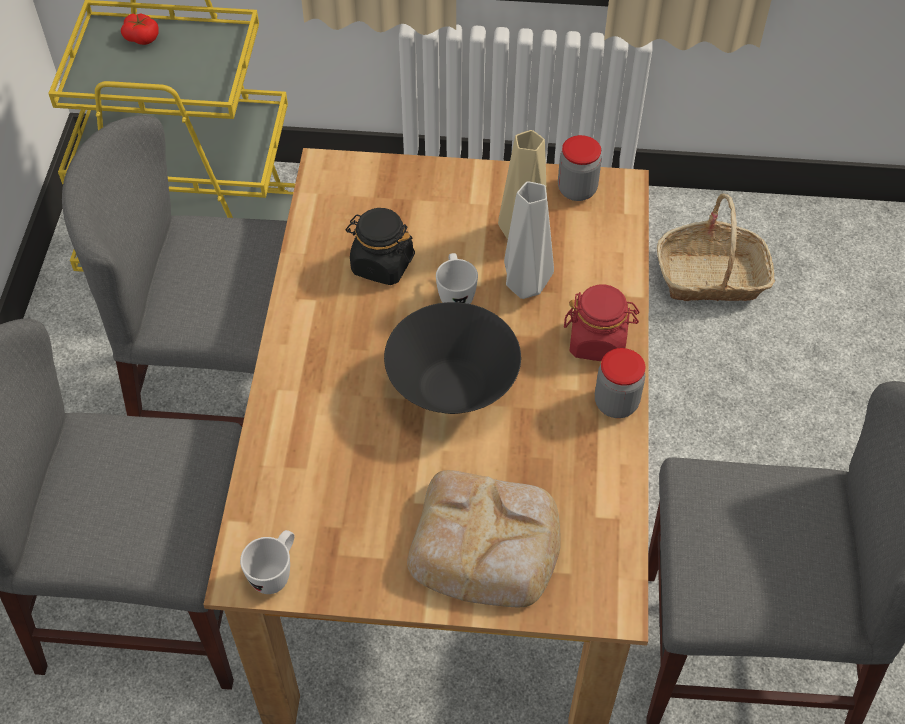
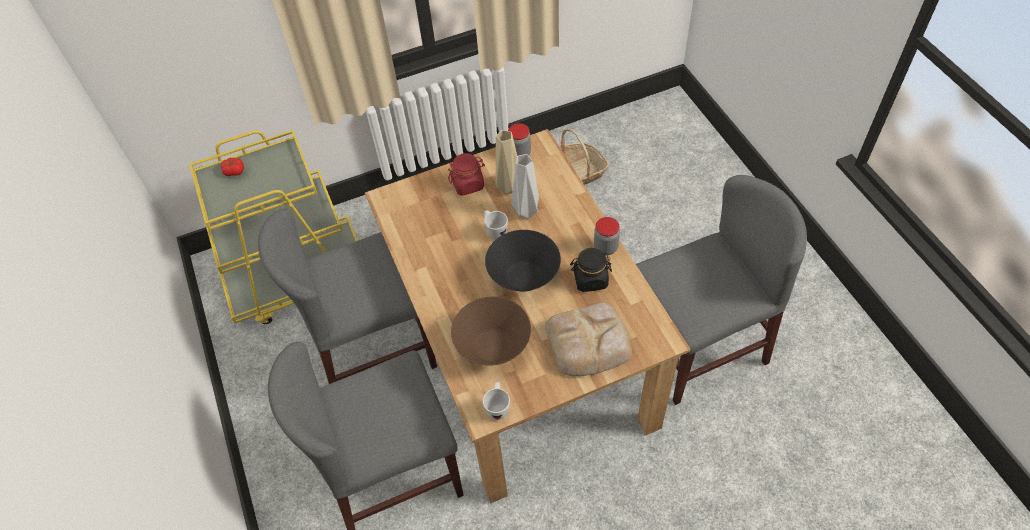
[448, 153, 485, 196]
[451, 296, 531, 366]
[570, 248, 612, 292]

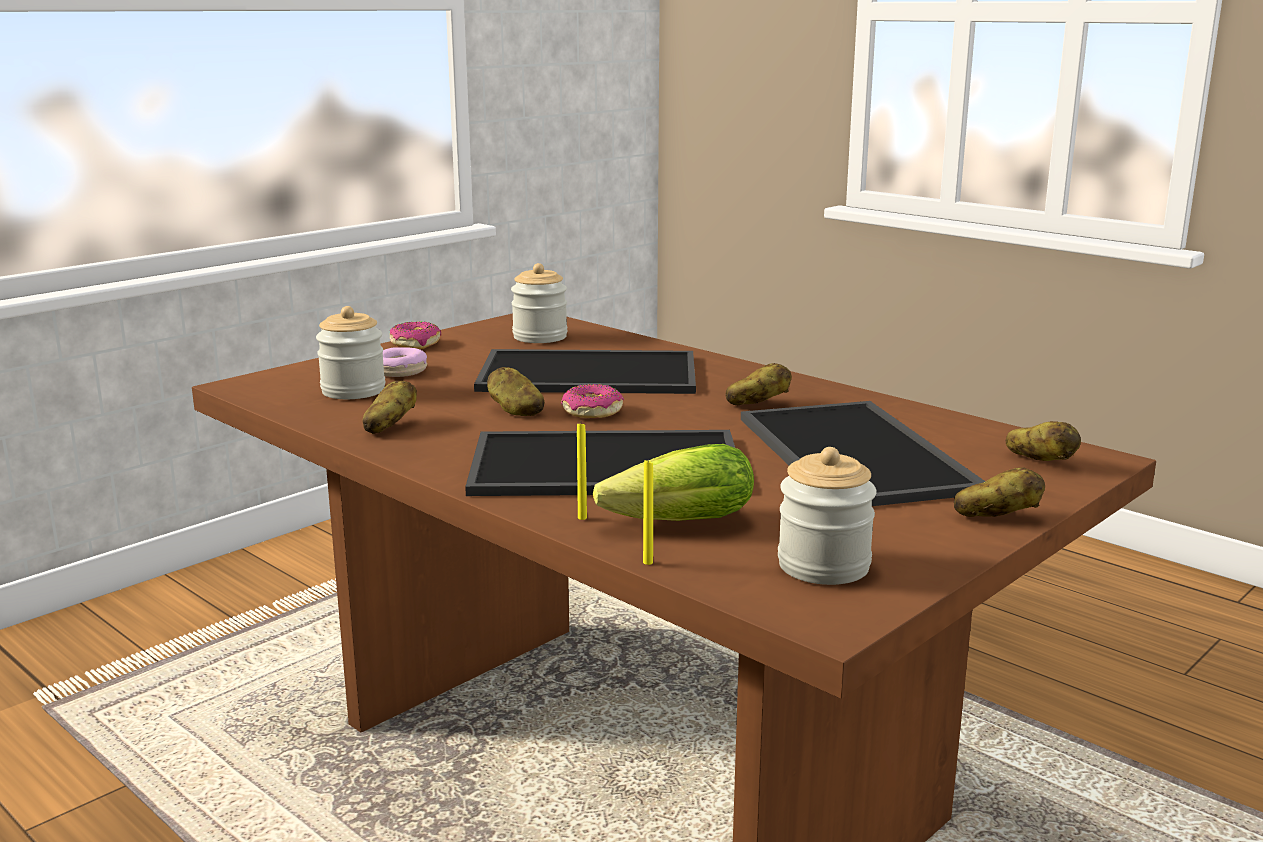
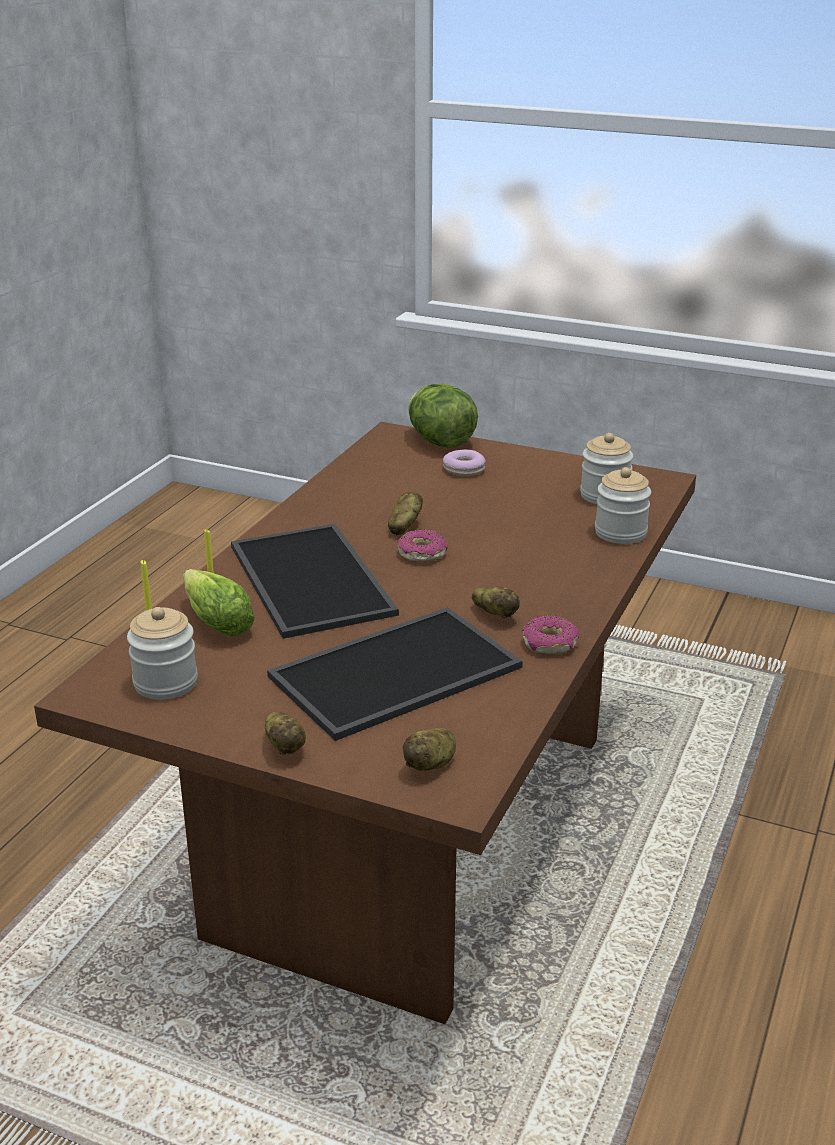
[408, 384, 478, 448]
[522, 615, 579, 654]
[595, 467, 651, 544]
[363, 381, 417, 434] (first image)
[474, 349, 696, 394] (first image)

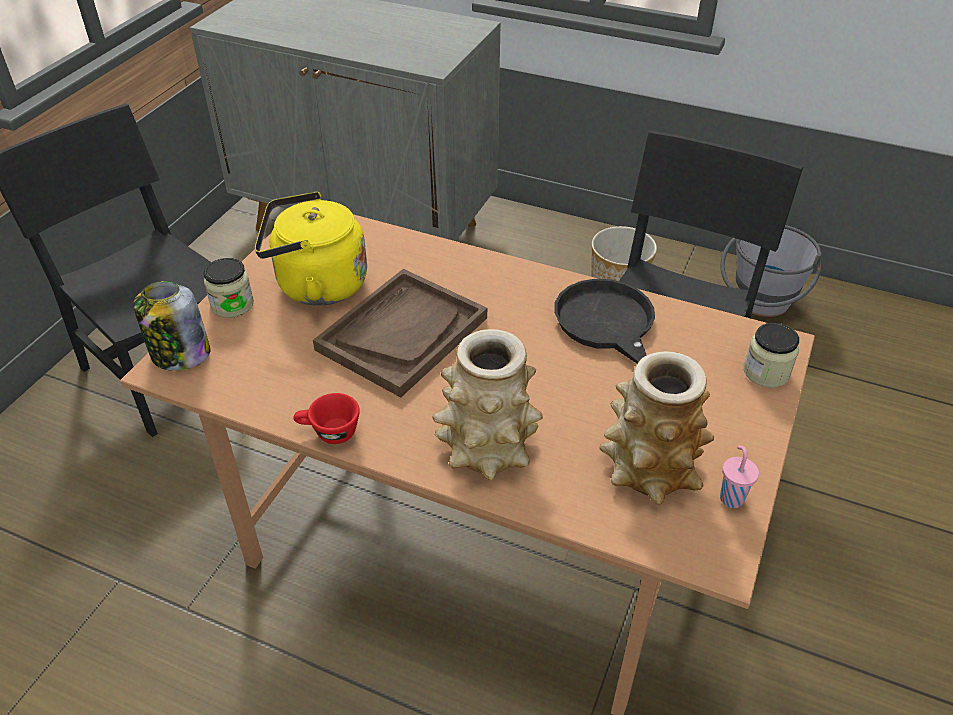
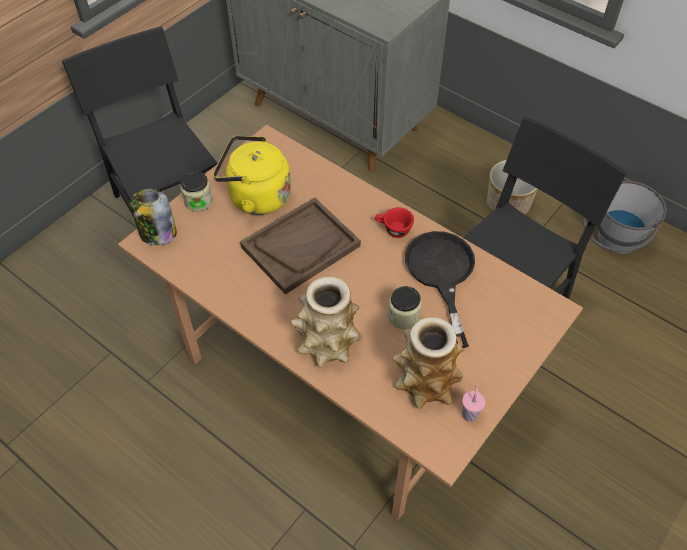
[375, 207, 414, 238]
[388, 286, 421, 330]

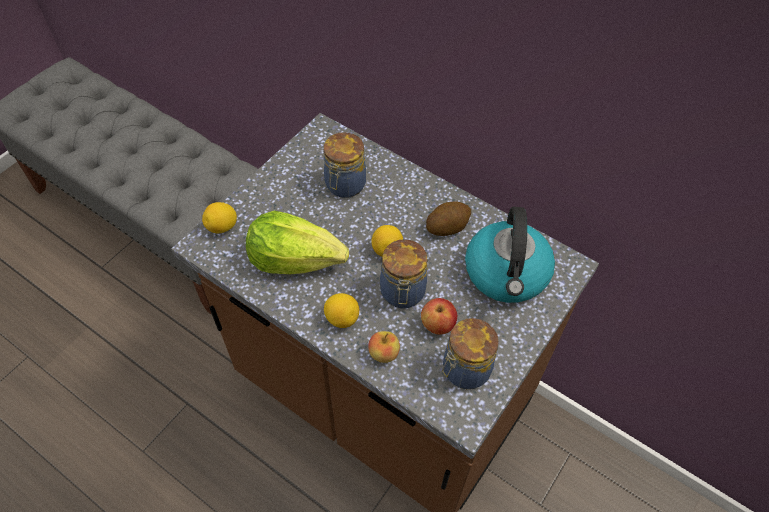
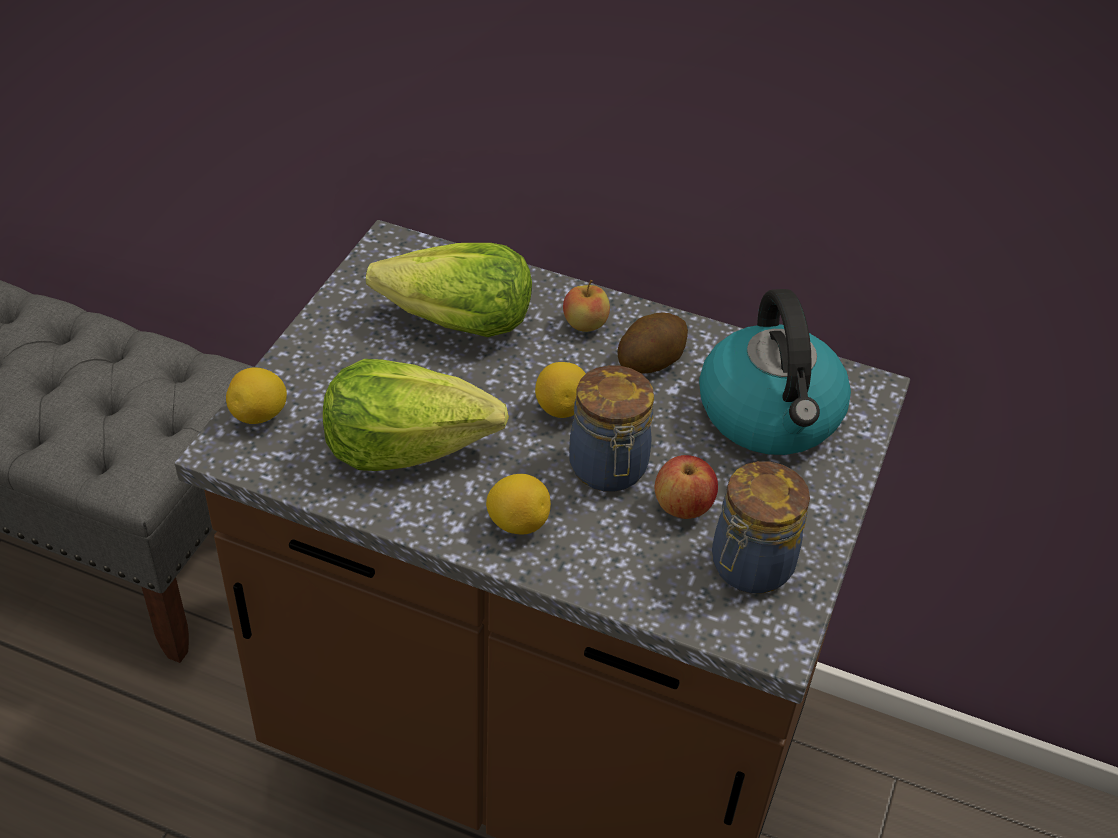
[366, 243, 532, 337]
[563, 279, 610, 332]

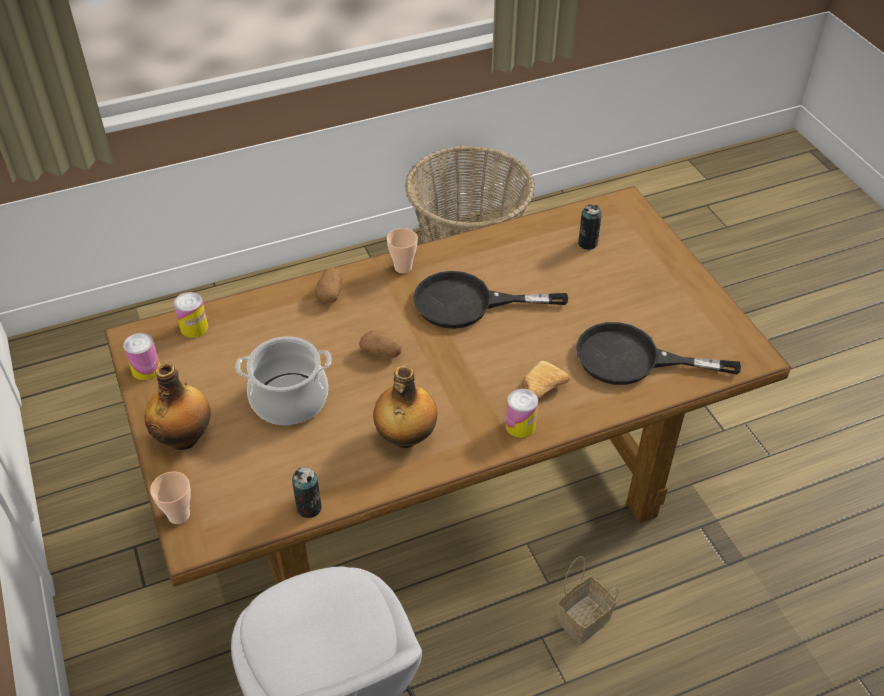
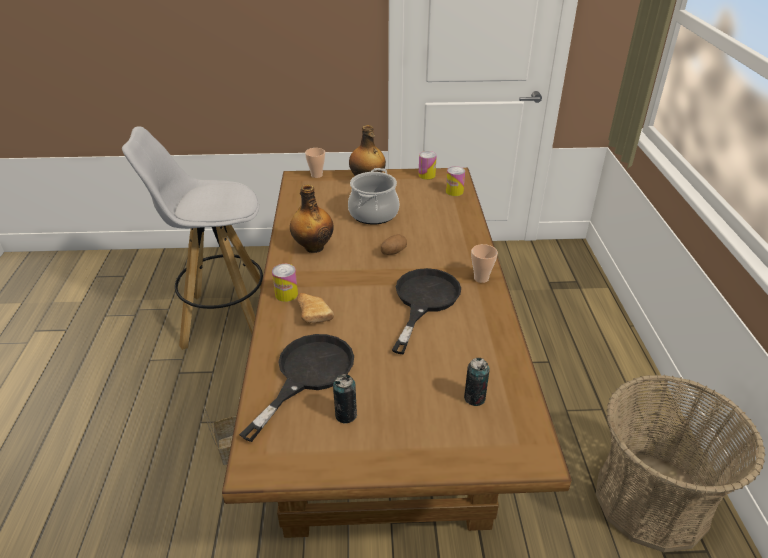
[333, 374, 357, 424]
[315, 267, 342, 304] (first image)

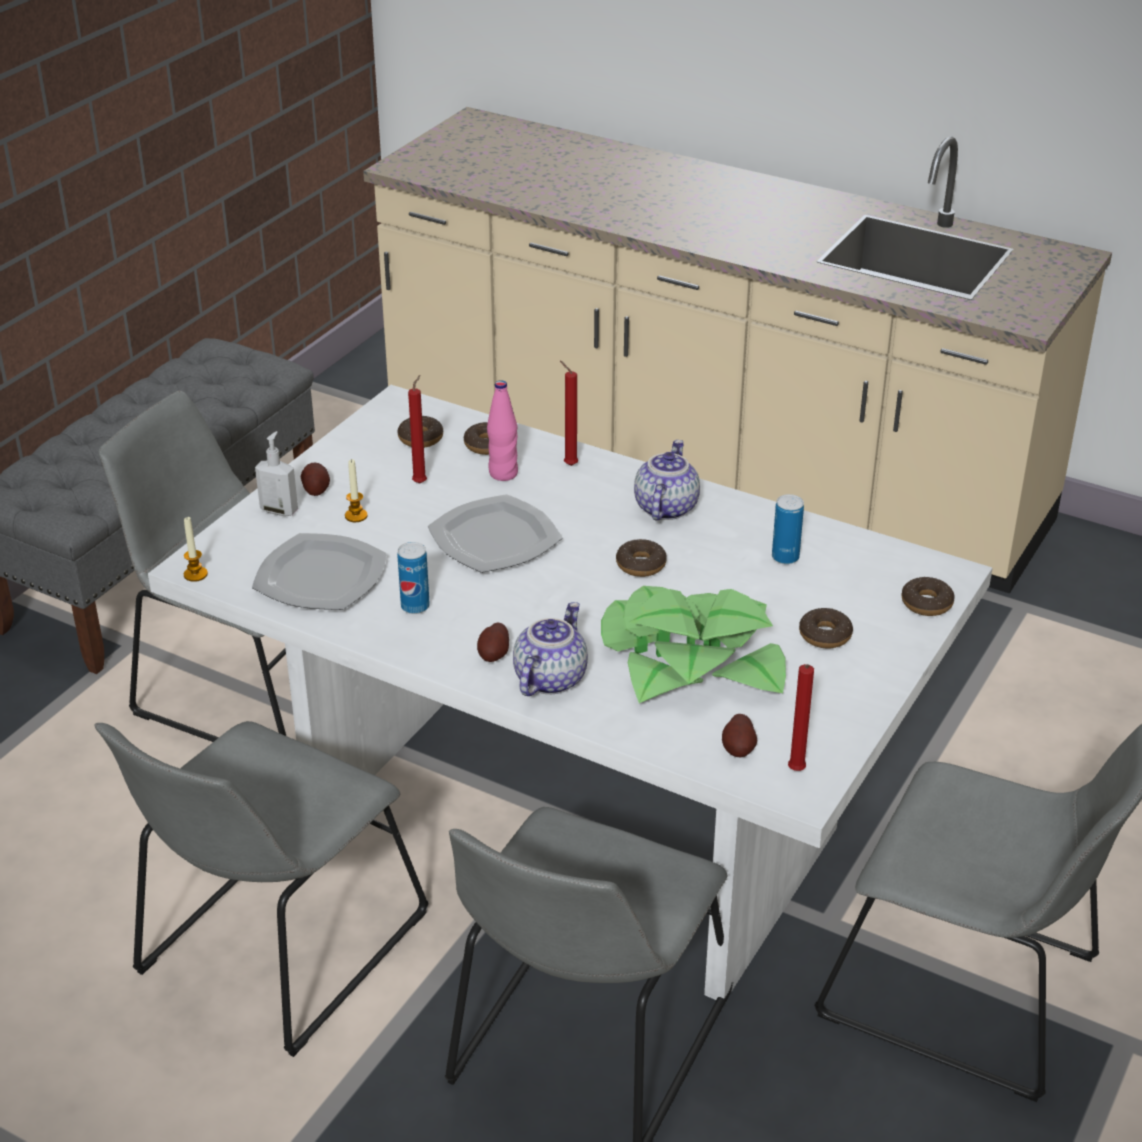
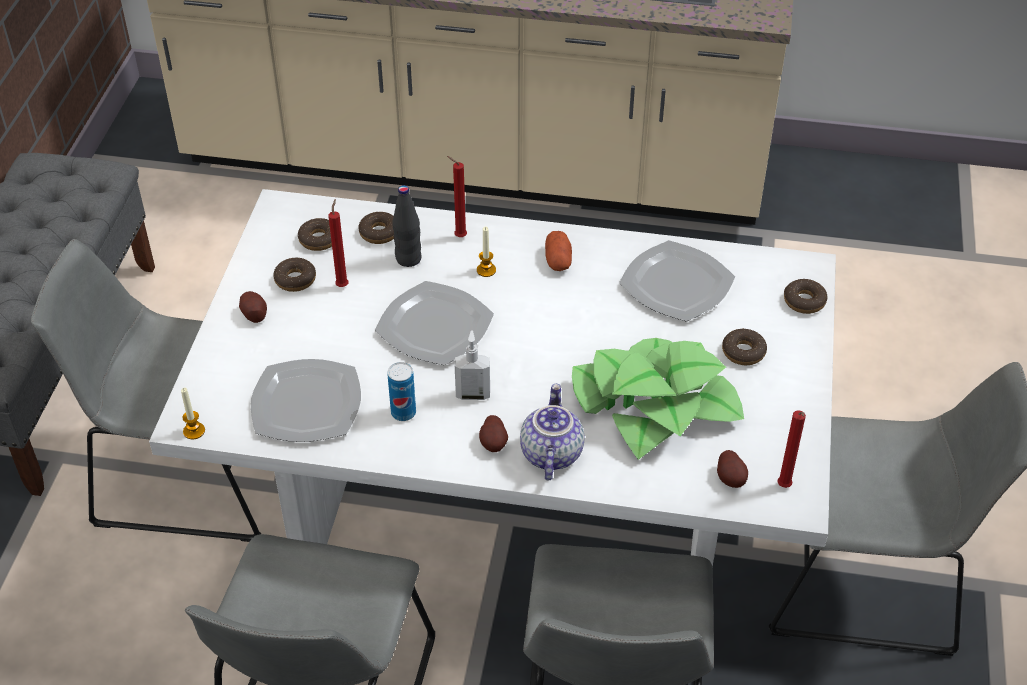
[273, 258, 316, 292]
[392, 185, 422, 267]
[455, 330, 490, 400]
[477, 227, 496, 277]
[545, 231, 572, 271]
[619, 240, 735, 322]

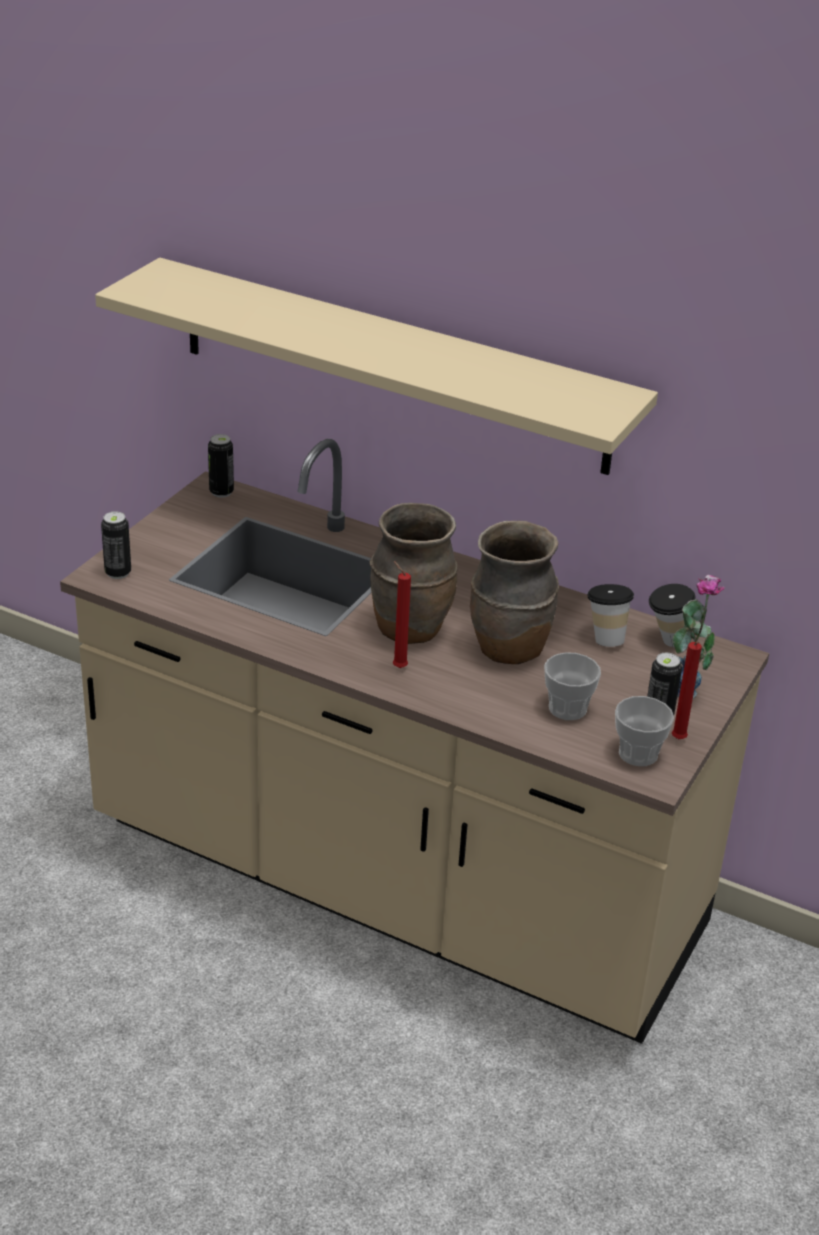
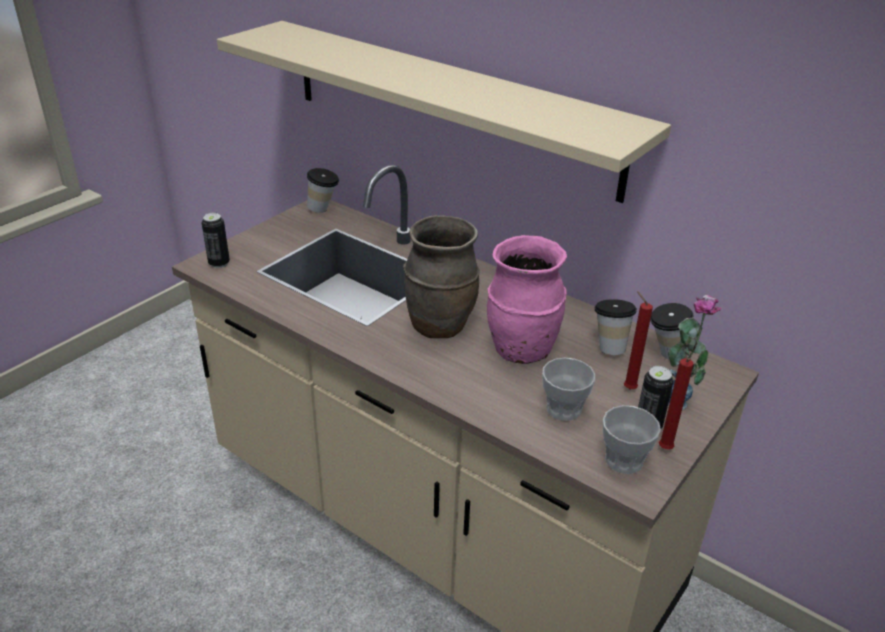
[307, 168, 339, 213]
[487, 235, 567, 364]
[624, 291, 653, 389]

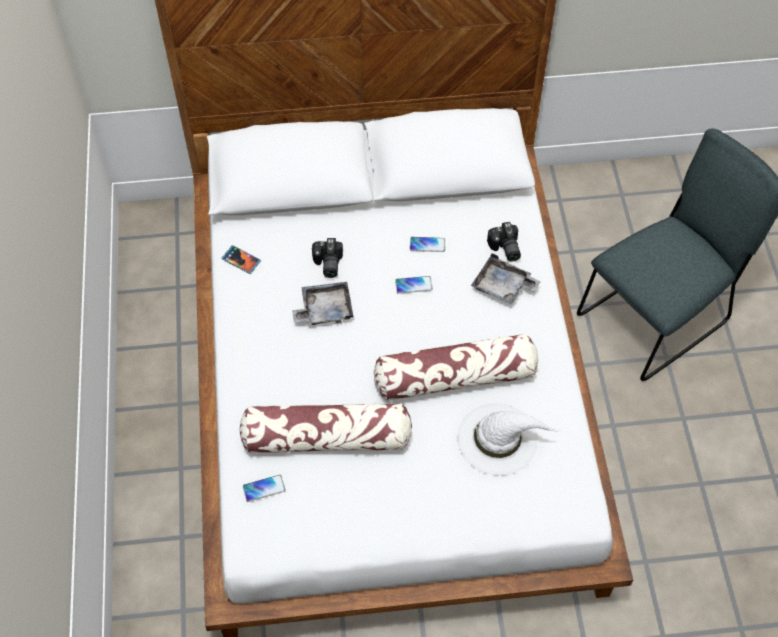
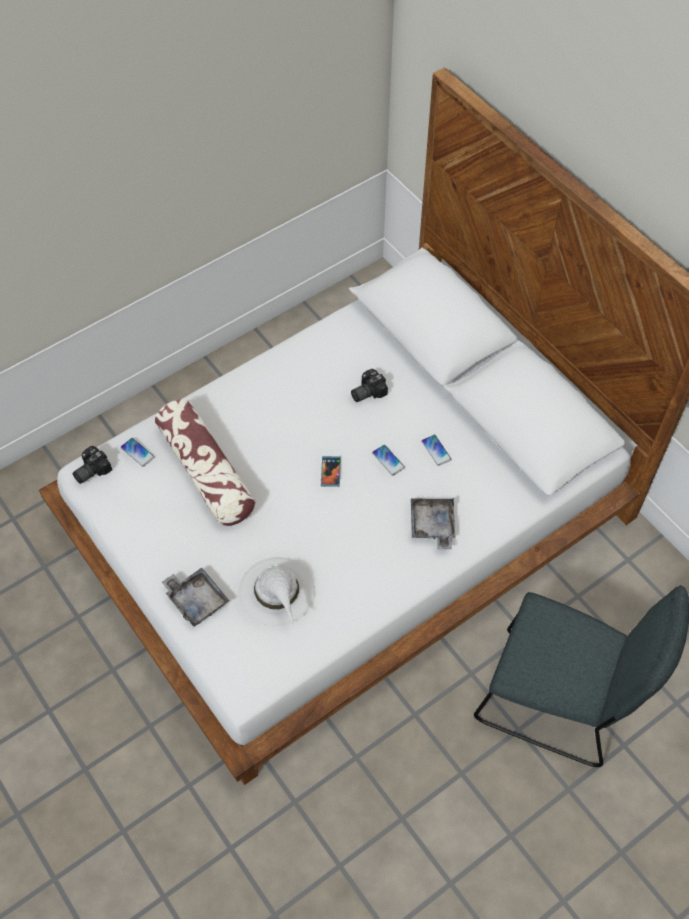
[72, 446, 112, 484]
[162, 567, 229, 627]
[321, 456, 341, 487]
[374, 333, 538, 401] (first image)

